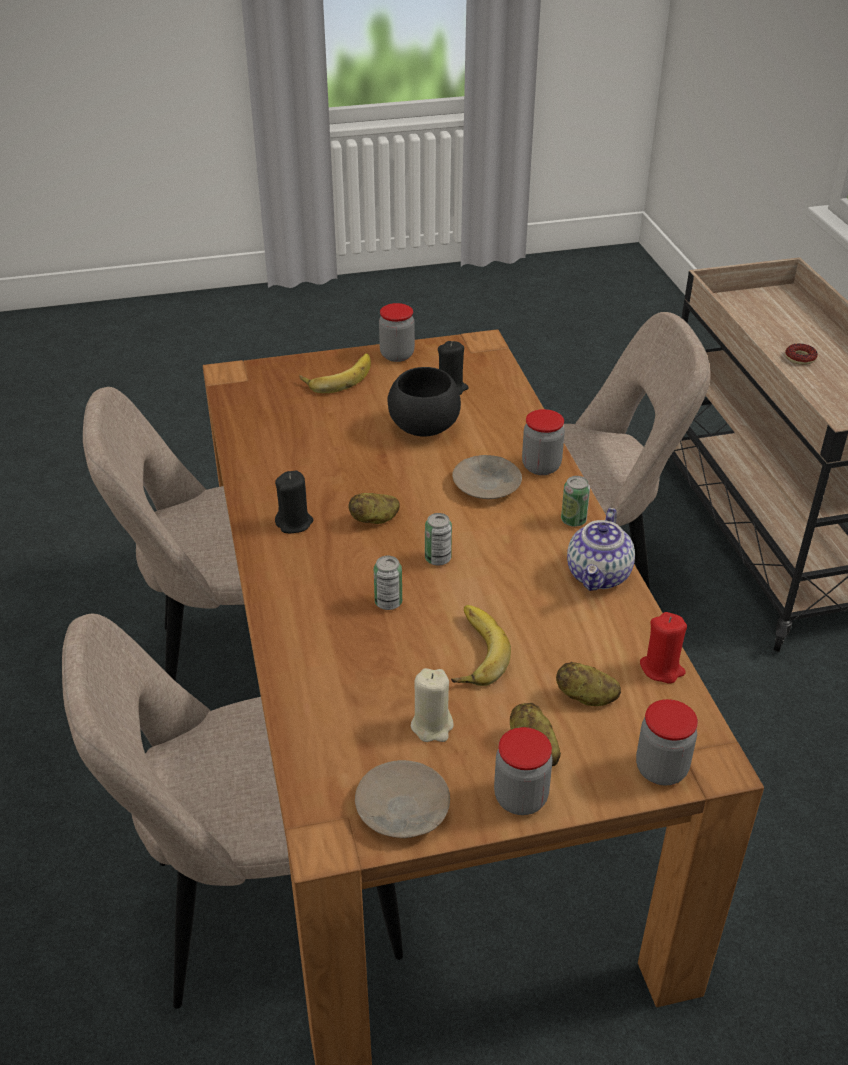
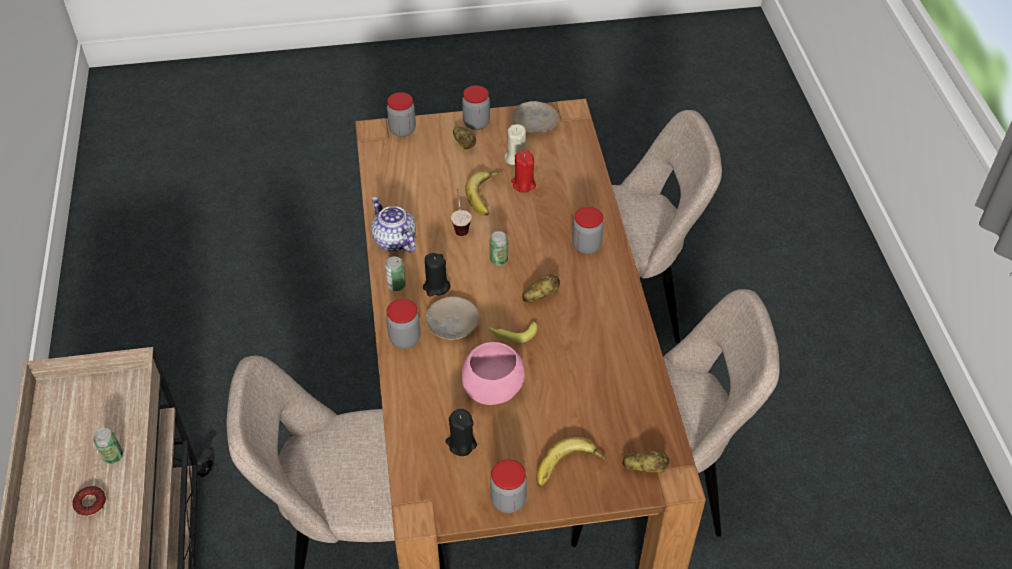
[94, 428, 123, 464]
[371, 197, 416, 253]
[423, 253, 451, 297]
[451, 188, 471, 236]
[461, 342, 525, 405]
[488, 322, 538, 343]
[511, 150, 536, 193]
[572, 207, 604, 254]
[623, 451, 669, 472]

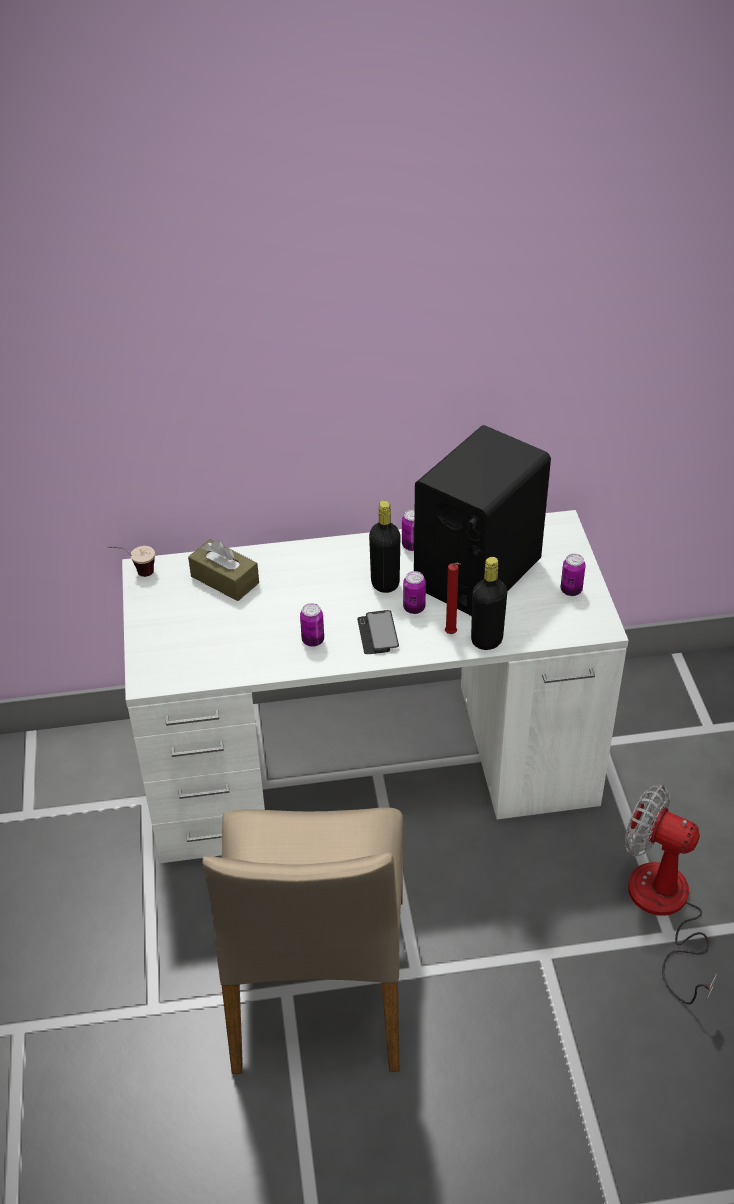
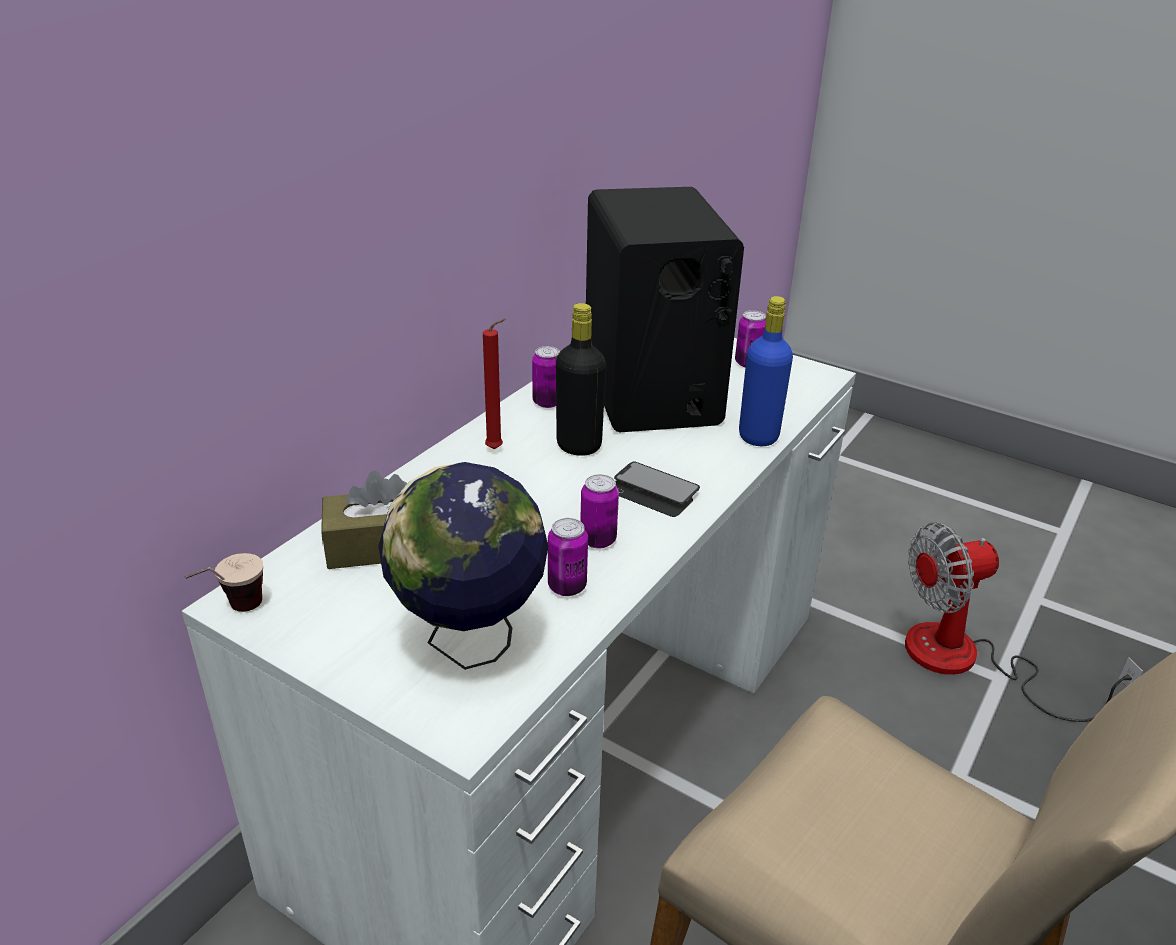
[378, 462, 548, 670]
[483, 319, 506, 449]
[548, 518, 588, 596]
[739, 296, 793, 446]

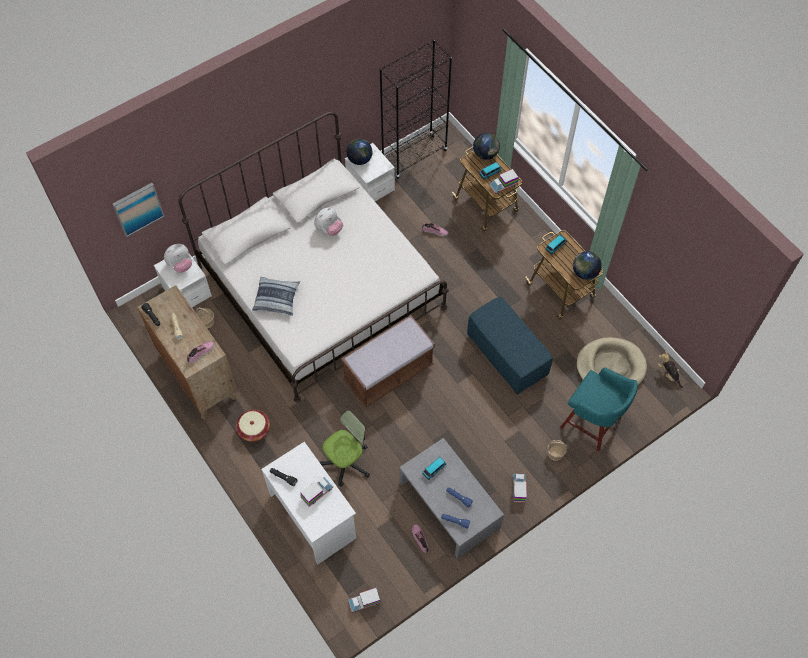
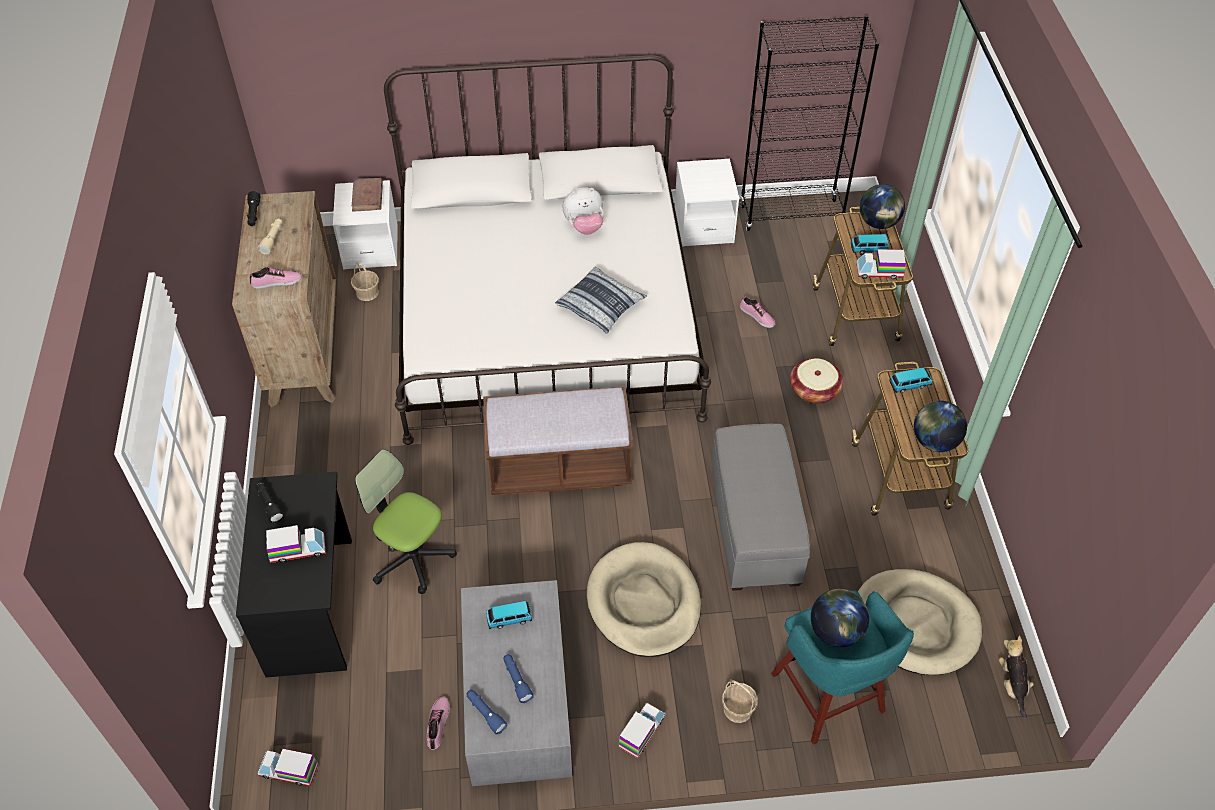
[236, 471, 352, 678]
[352, 178, 383, 211]
[355, 449, 457, 594]
[555, 267, 647, 334]
[587, 542, 701, 657]
[712, 424, 810, 591]
[790, 358, 843, 404]
[811, 589, 869, 647]
[112, 183, 164, 237] (first image)

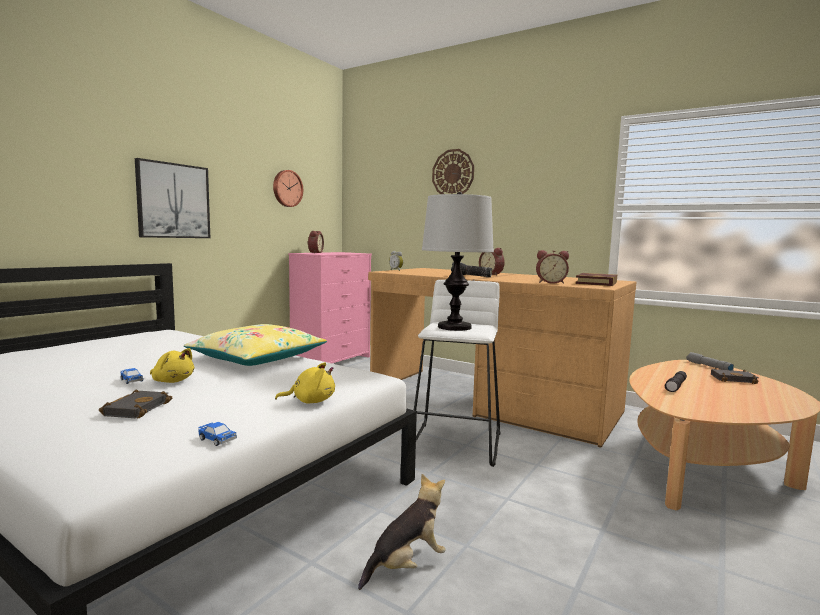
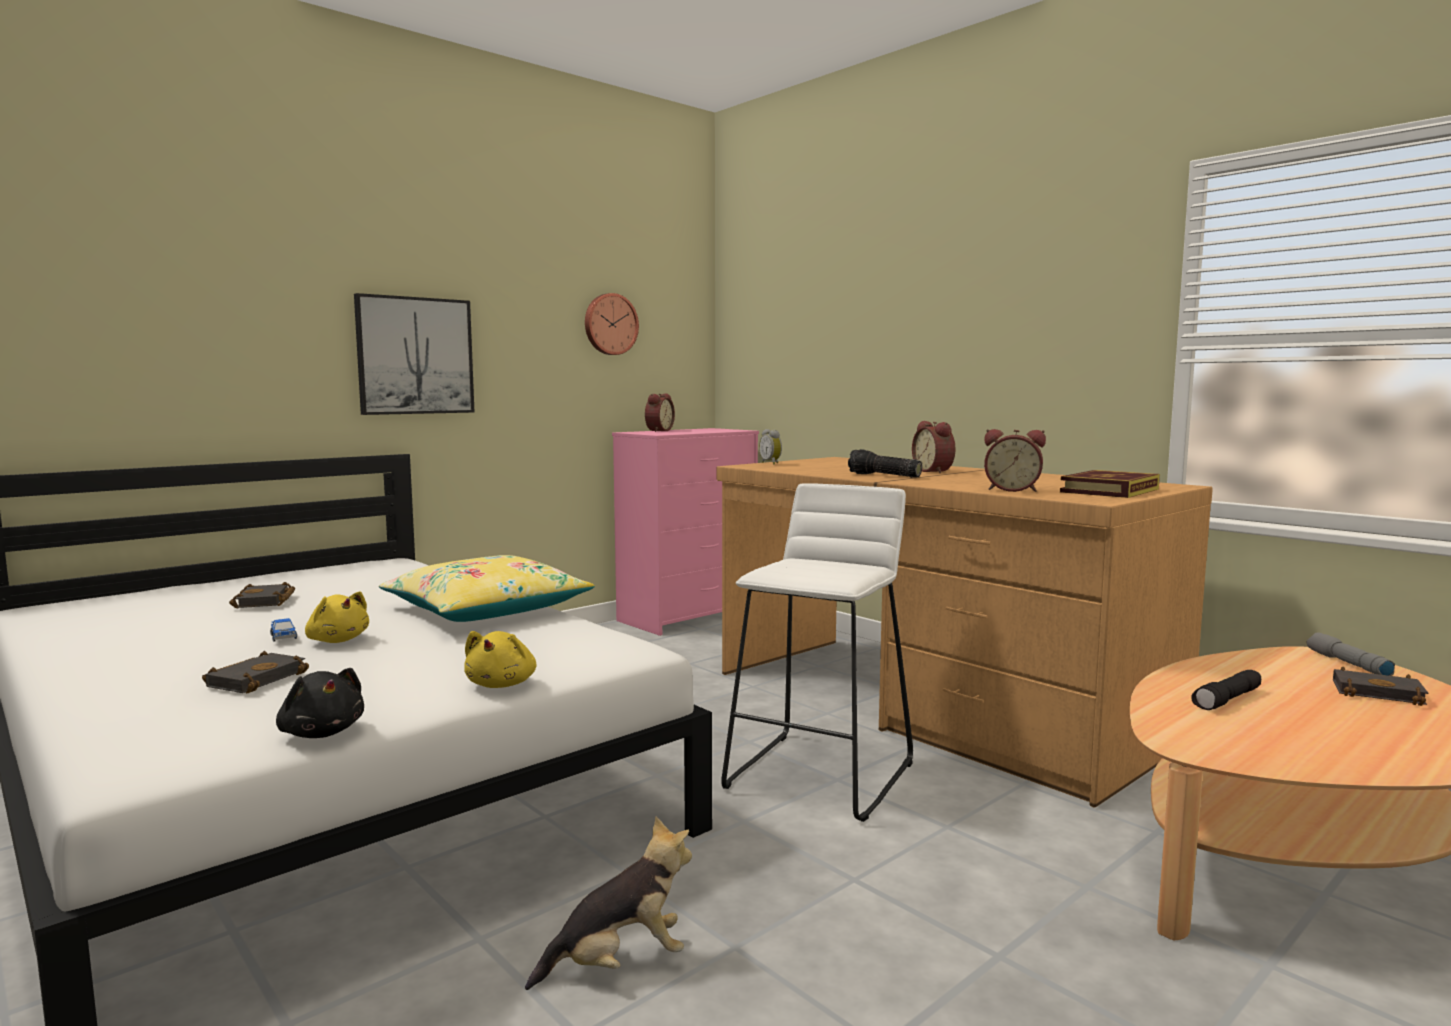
[229, 582, 295, 609]
[276, 668, 364, 738]
[464, 631, 536, 688]
[422, 192, 494, 331] (first image)
[432, 149, 474, 194] (first image)

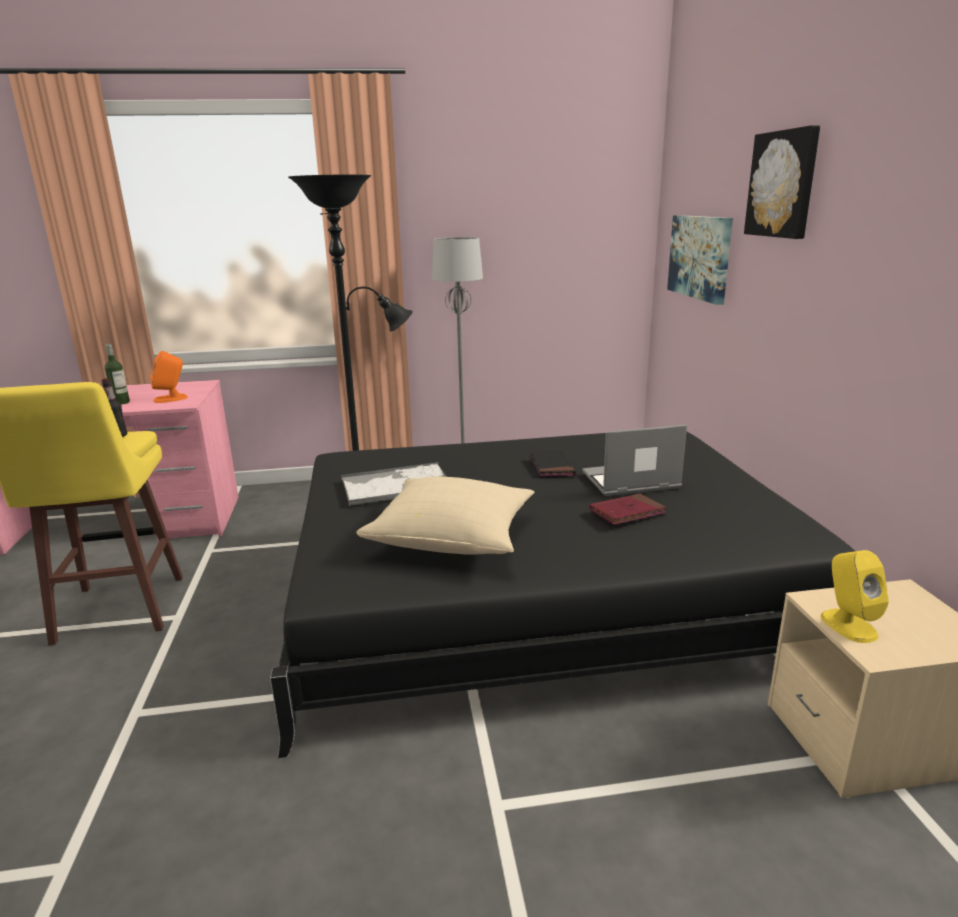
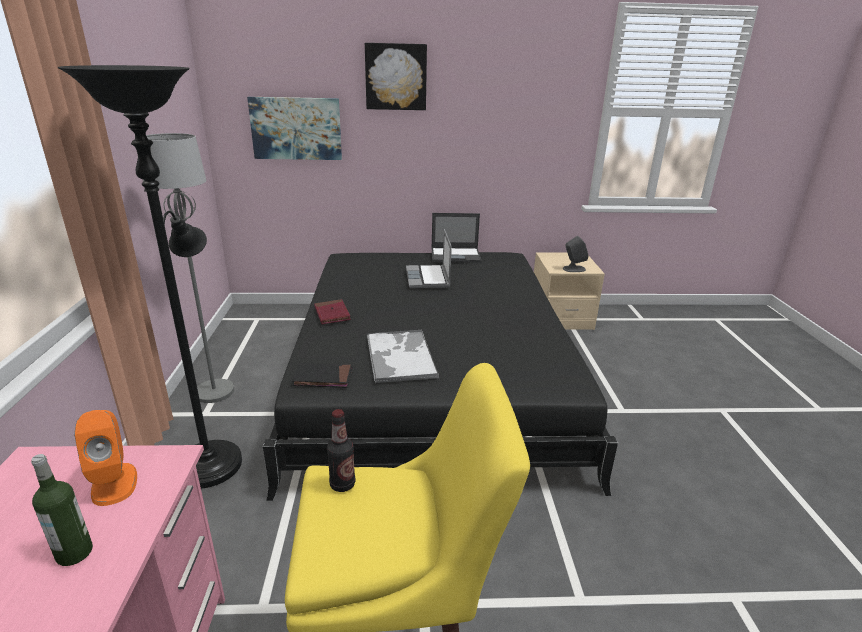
[292, 363, 352, 388]
[314, 299, 351, 324]
[432, 213, 482, 263]
[563, 236, 589, 272]
[356, 477, 534, 555] (first image)

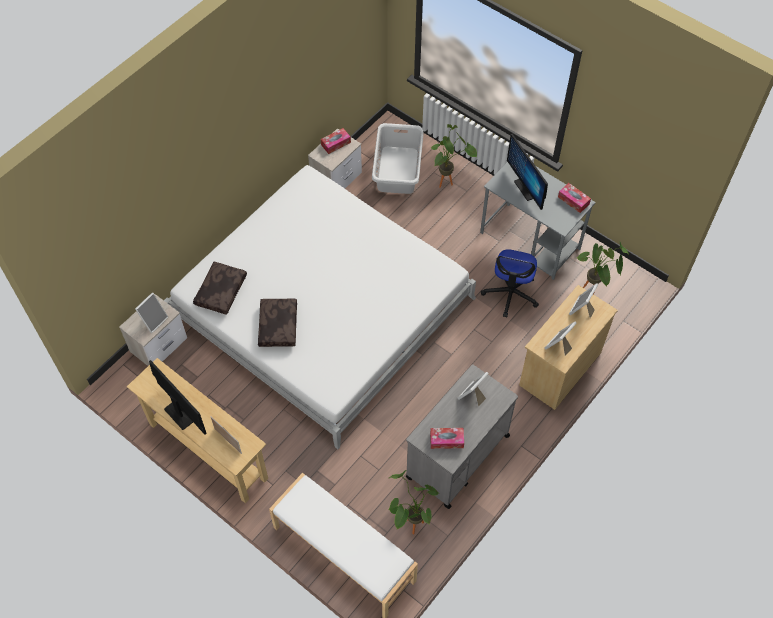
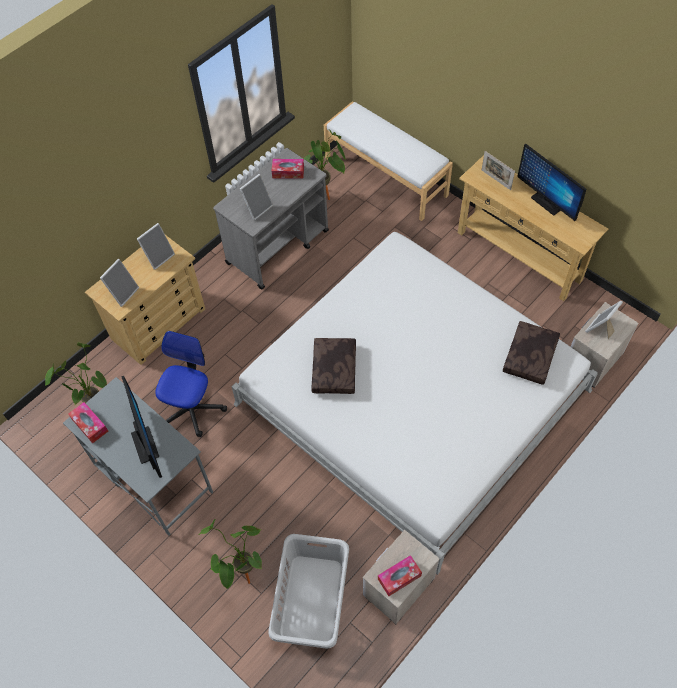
[311, 338, 356, 394]

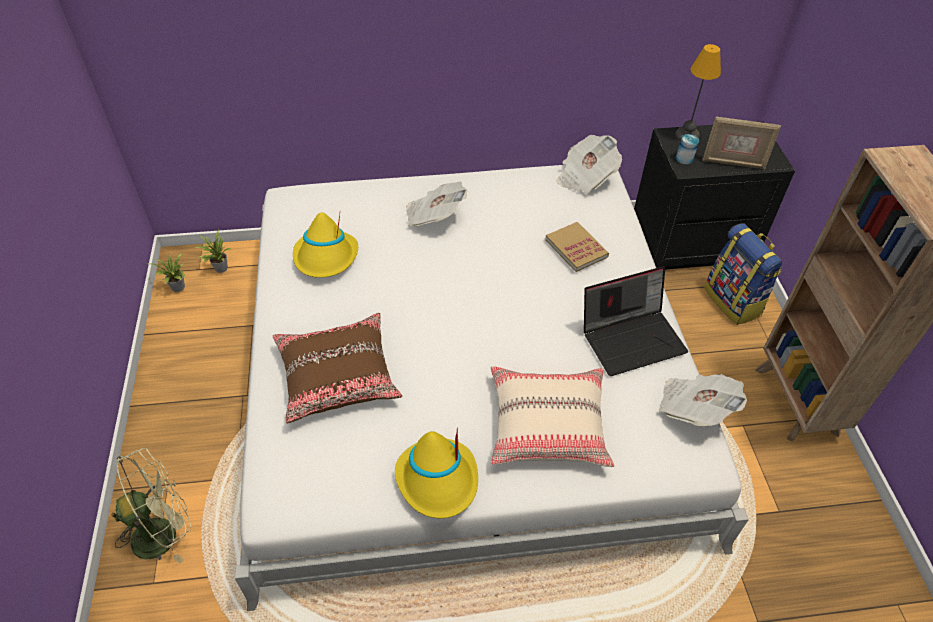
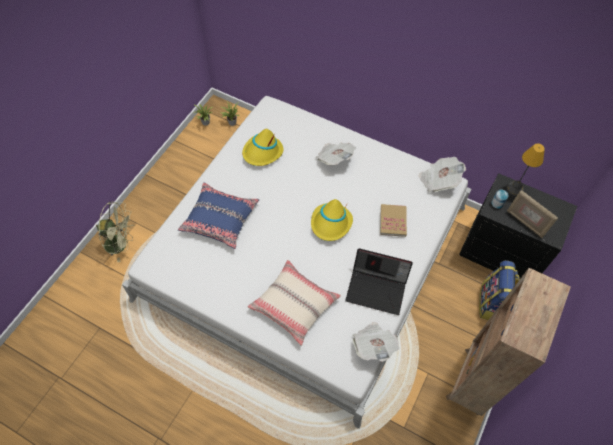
[178, 182, 259, 249]
[311, 199, 353, 241]

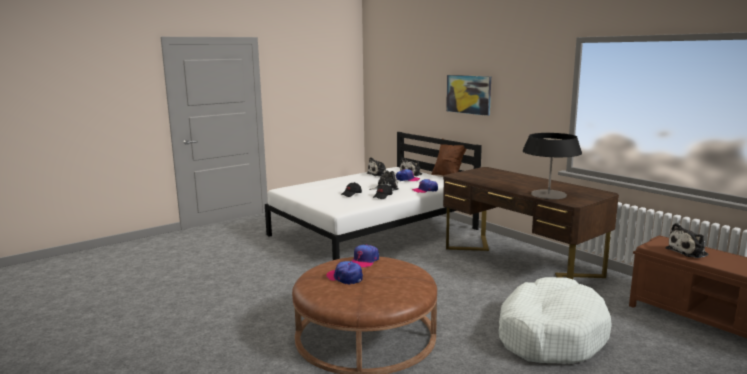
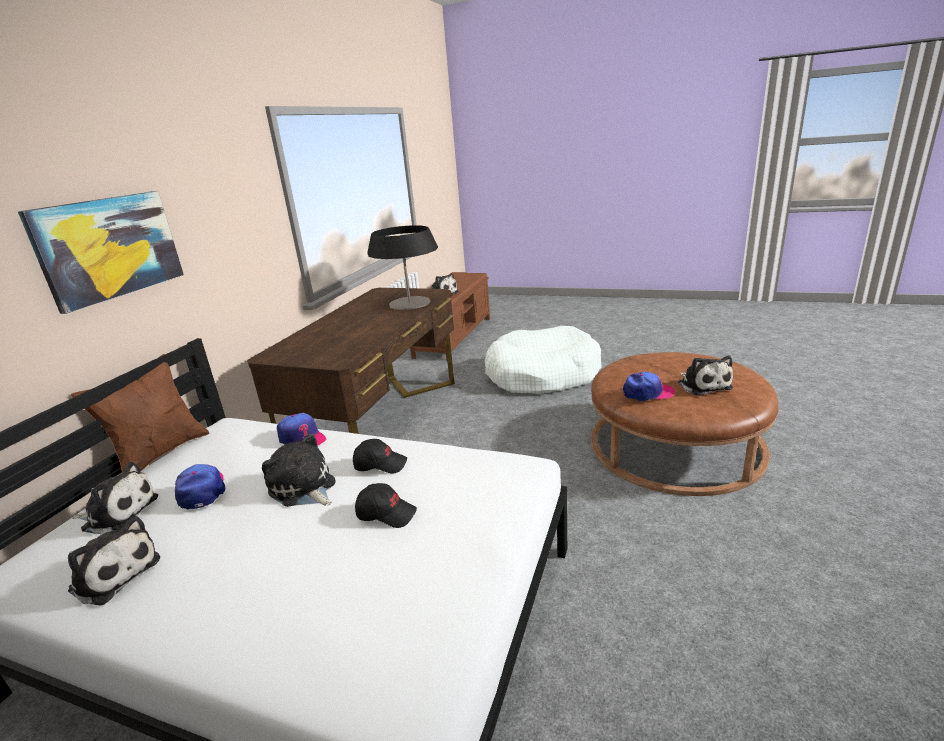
[678, 355, 733, 396]

